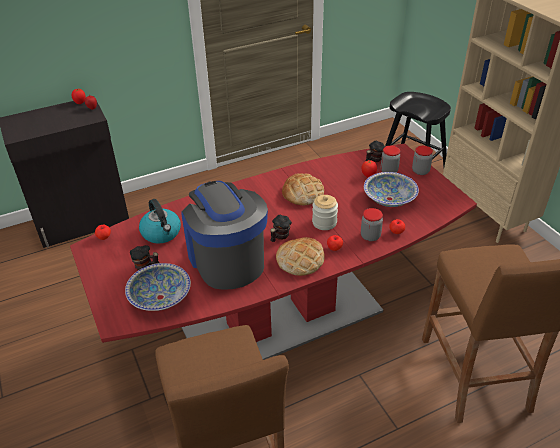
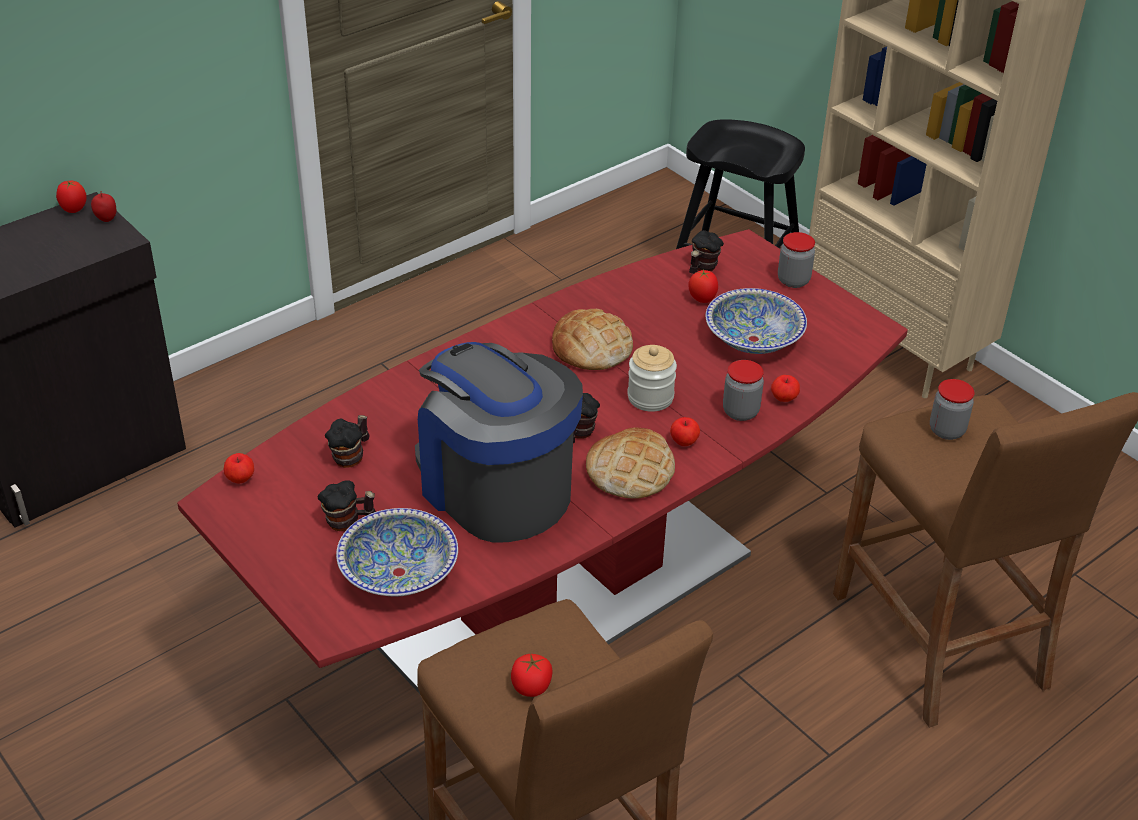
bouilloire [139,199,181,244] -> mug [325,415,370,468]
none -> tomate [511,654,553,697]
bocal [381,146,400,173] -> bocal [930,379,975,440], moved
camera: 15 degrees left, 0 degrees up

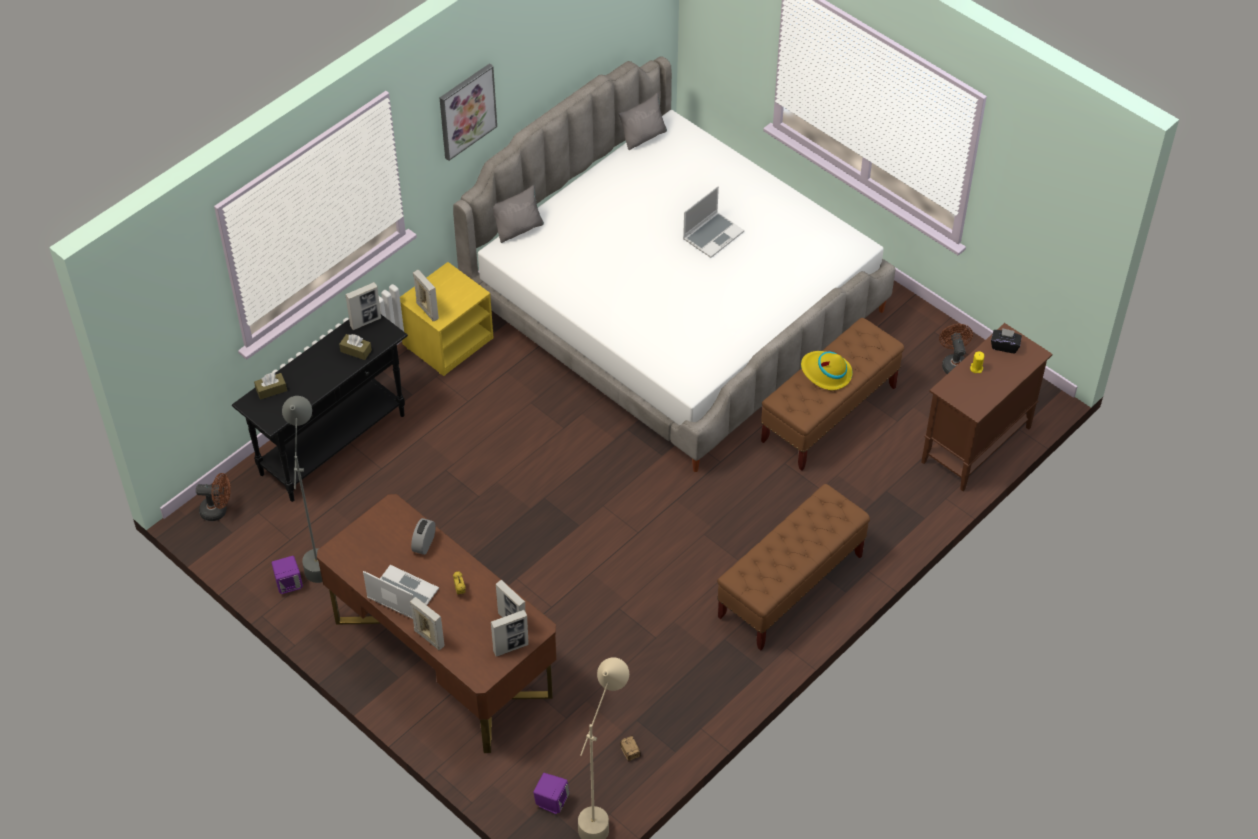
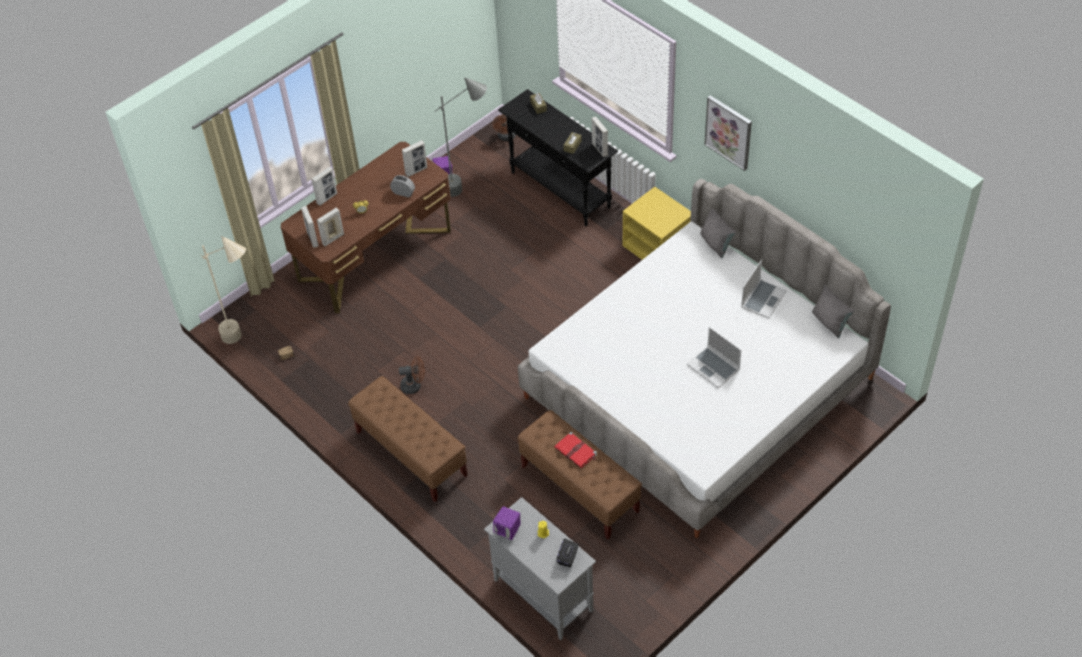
ventilateur (marron) [939,324,973,374] -> ventilateur (marron) [399,356,425,394], moved
cadre photo [413,270,439,321] -> cadre photo [402,140,427,177], moved
meuble de rangement (marron) [921,323,1052,491] -> meuble de rangement (gris) [484,497,596,640]
enceinte (violet) [533,773,570,814] -> enceinte (violet) [493,506,520,540], moved
chapeau (jaune) [801,351,852,390] -> livre (rouge) [554,432,597,468]
ordinateur portable [363,565,439,619] -> ordinateur portable [741,259,787,319], moved
camera: 95 degrees right, 0 degrees up

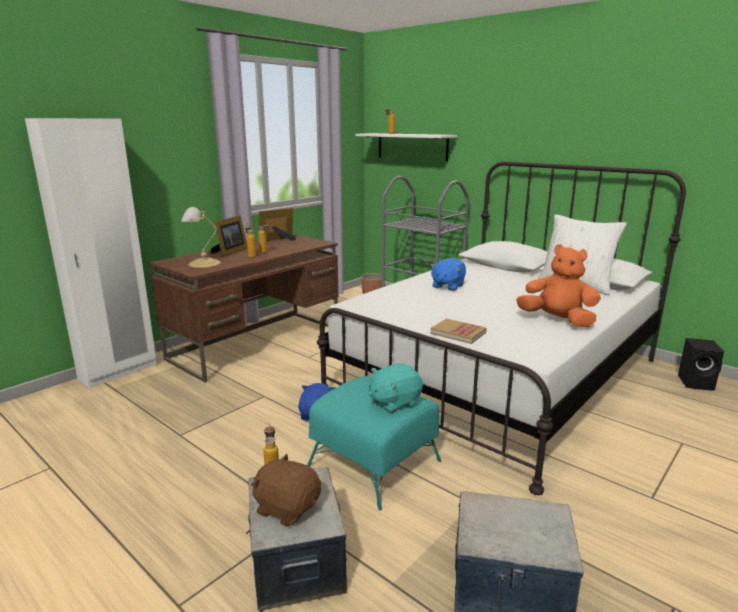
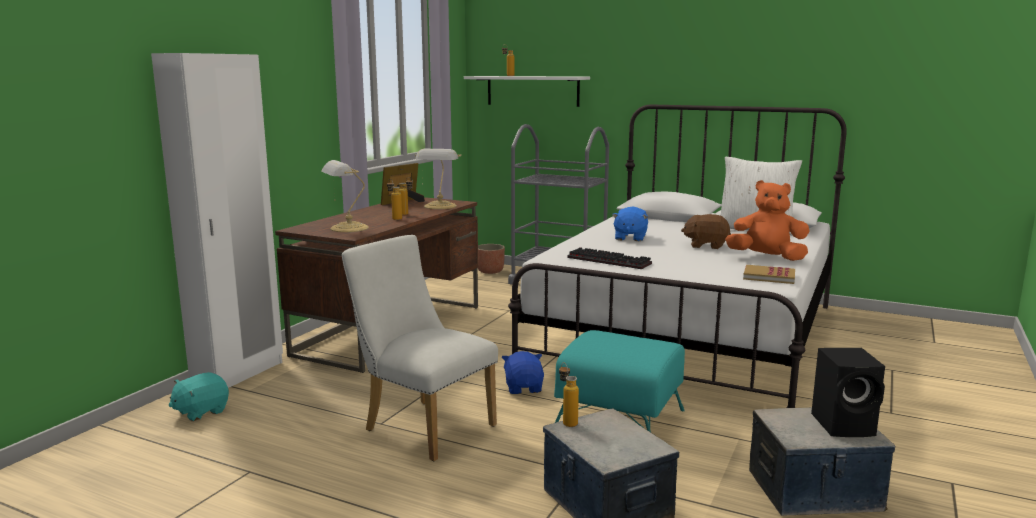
peluche (turquoise) [369,364,423,413] -> peluche (turquoise) [168,372,229,421], moved
none -> chaise (blanc) [341,235,498,461]
none -> lampe de table [415,149,462,209]
none -> clavier [567,247,652,269]
peluche (marron) [251,454,321,527] -> peluche (marron) [681,214,731,249], moved
livre [430,318,487,344] -> livre [743,265,795,284], moved
enceinte (noir) [678,338,724,390] -> enceinte (noir) [811,348,885,437], moved
cadre photo [211,215,247,257] -> none
camera: 15 degrees left, 5 degrees down

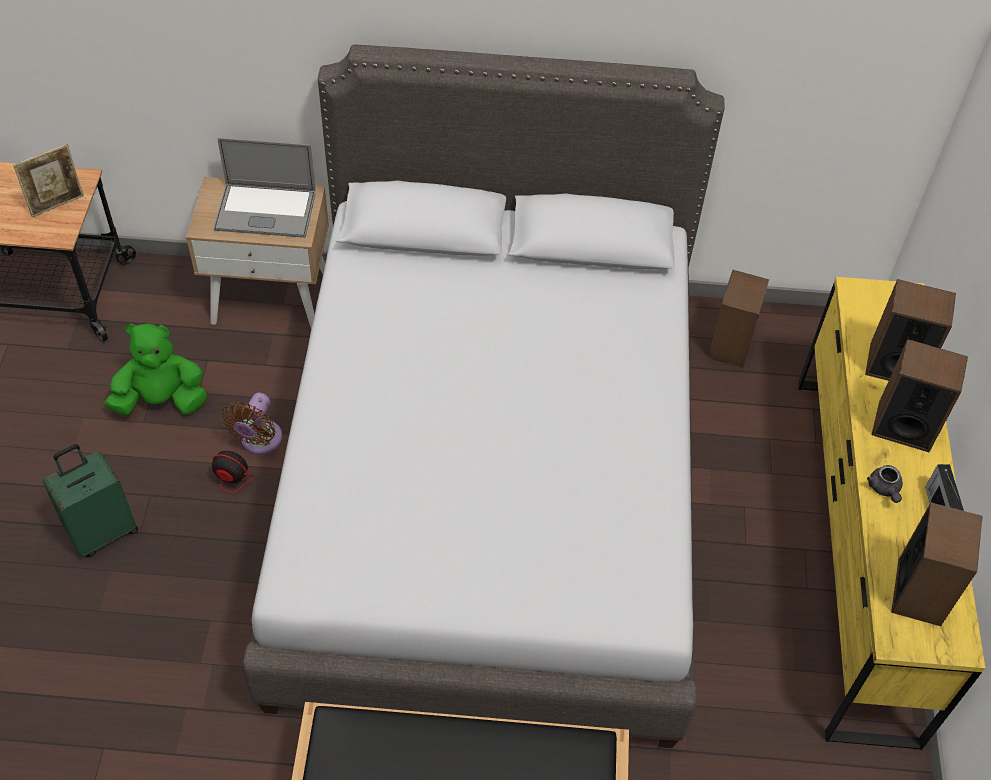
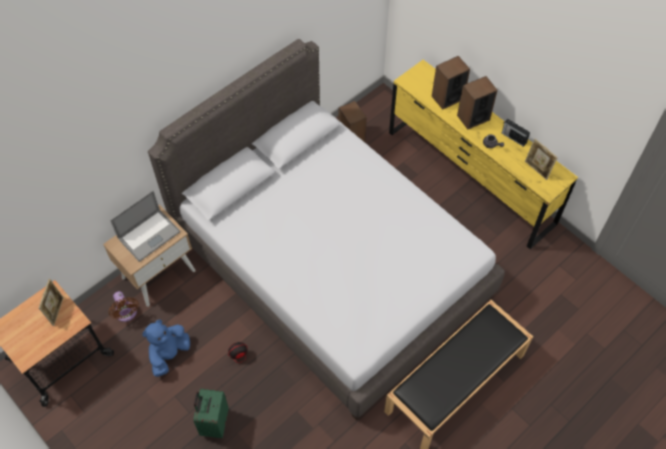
ventilateur (marron) [221,393,283,455] -> ventilateur (marron) [109,291,139,322], moved
peluche (vert) [105,324,207,415] -> peluche (bleu) [142,319,190,377]
enceinte [891,502,983,626] -> cadre photo [525,139,558,180]
camera: 45 degrees left, 5 degrees up

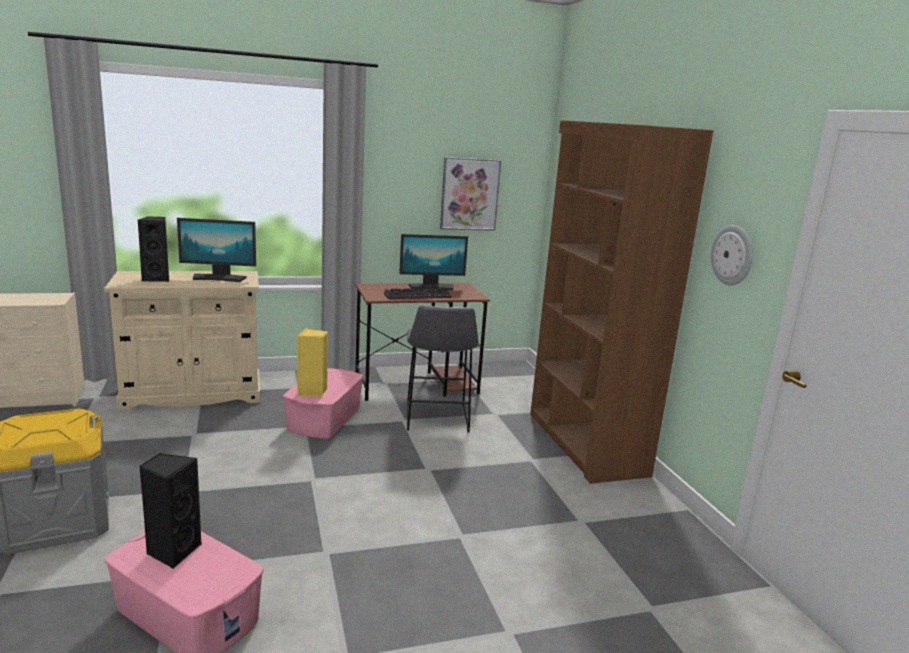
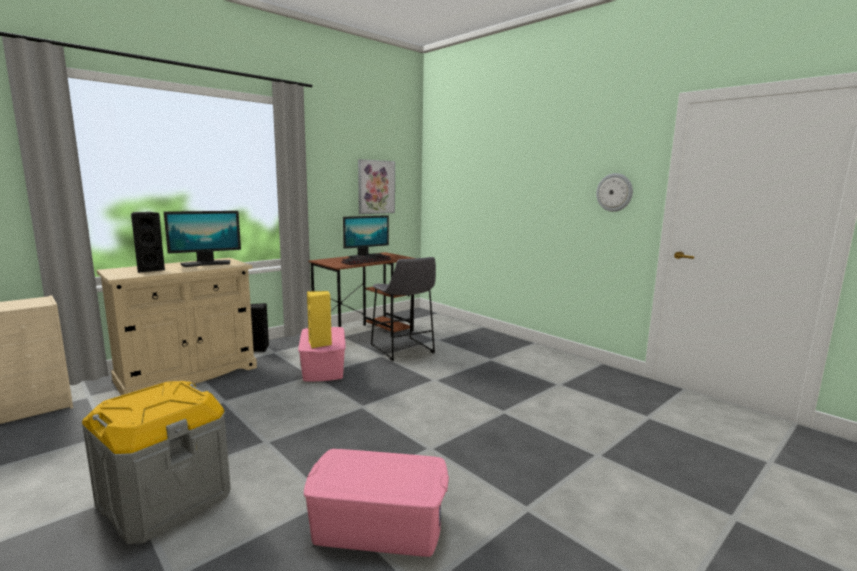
enceinte (noir) [139,453,202,569] -> enceinte (noir) [251,303,269,352], moved
bibliothèque (marron) [530,120,714,484] -> none
camera: 25 degrees left, 5 degrees down

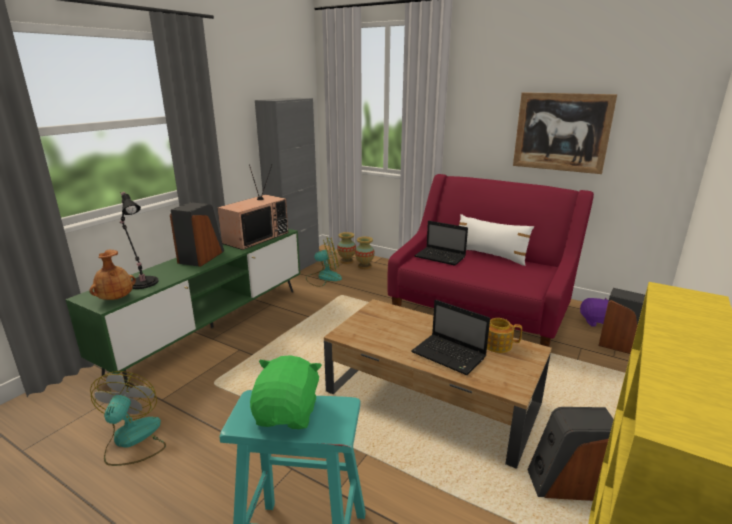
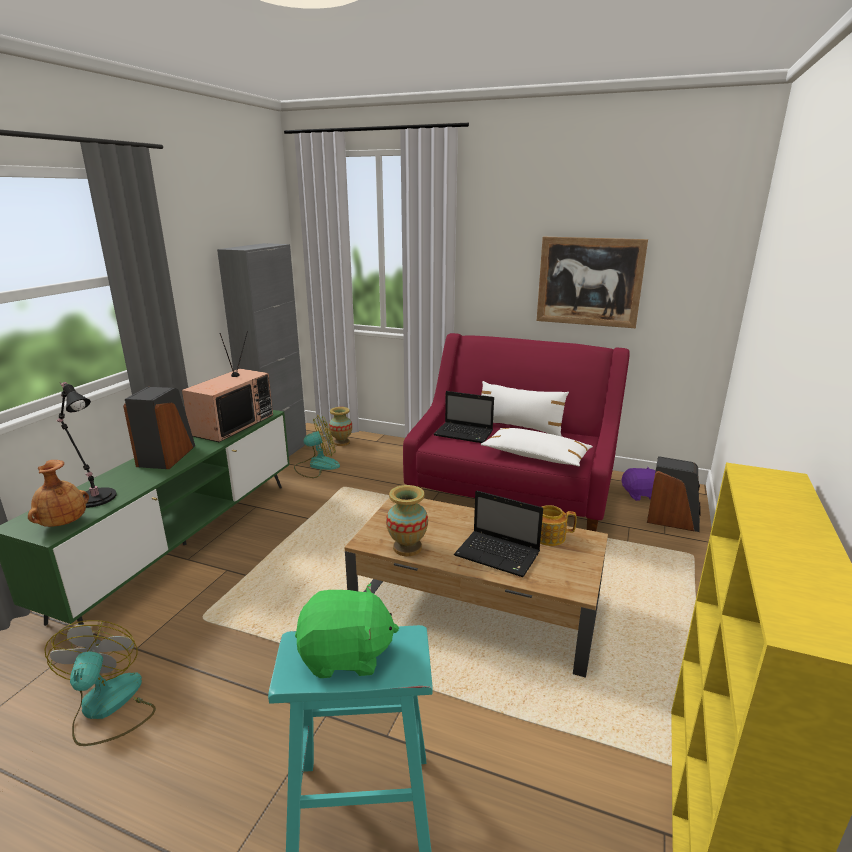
peluche (vert) [250,355,322,429] -> peluche (vert) [295,583,399,678], 90 degrees clockwise
vase [355,237,374,269] -> vase [386,485,428,556], moved
none -> coussin (blanc) [481,428,593,466]
enceinte [527,407,614,501] -> none
camera: 10 degrees left, 0 degrees up

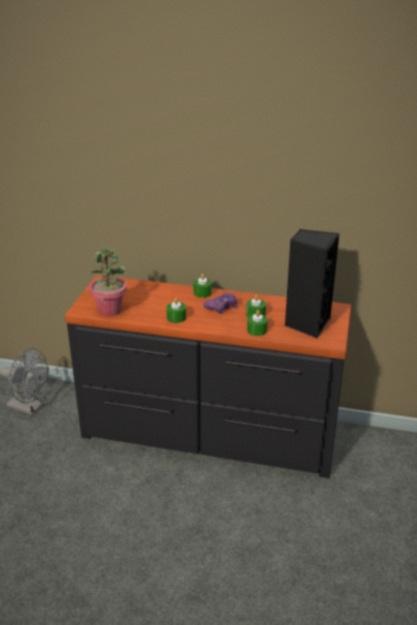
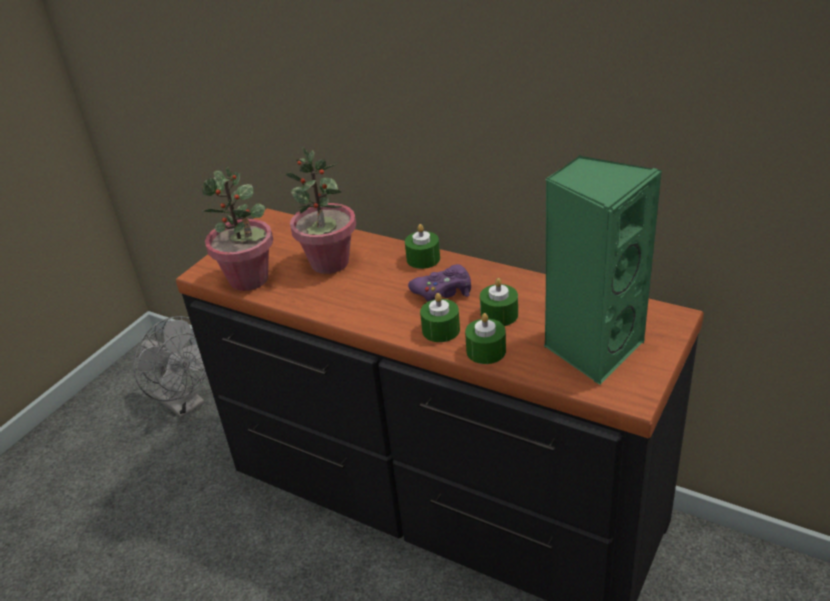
none -> plante en pot [285,147,356,274]
bougie (vert) [167,298,186,323] -> bougie (vert) [420,293,460,342], moved
enceinte (noir) [285,229,339,338] -> enceinte (vert) [544,155,662,385]
camera: 20 degrees right, 5 degrees up

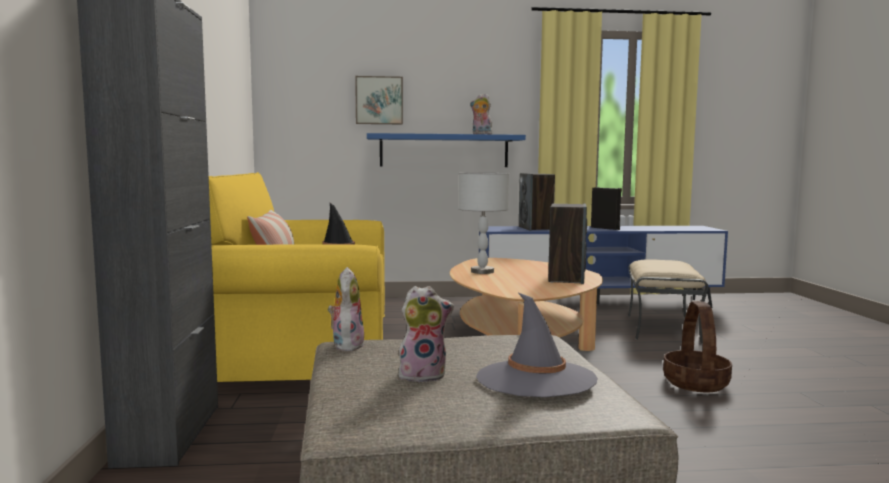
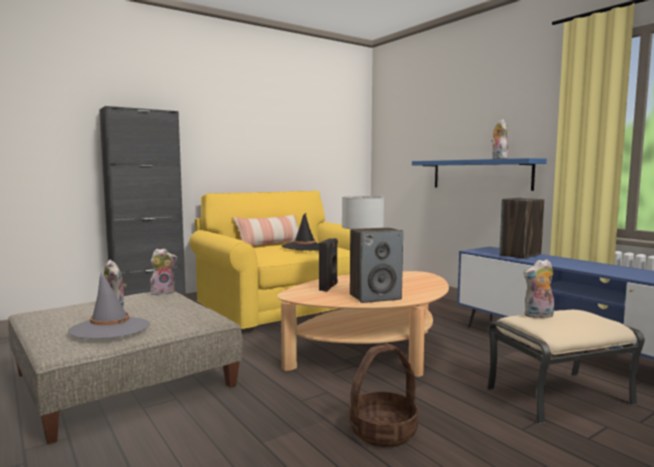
enceinte (noir) [591,187,622,230] -> enceinte (noir) [319,238,338,292], moved
none -> peluche [523,259,554,318]
tableau [355,76,403,124] -> none
camera: 60 degrees right, 0 degrees up

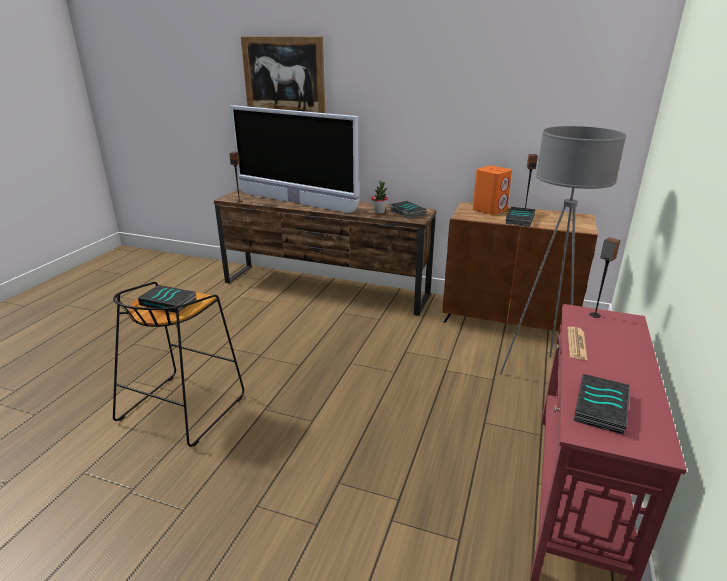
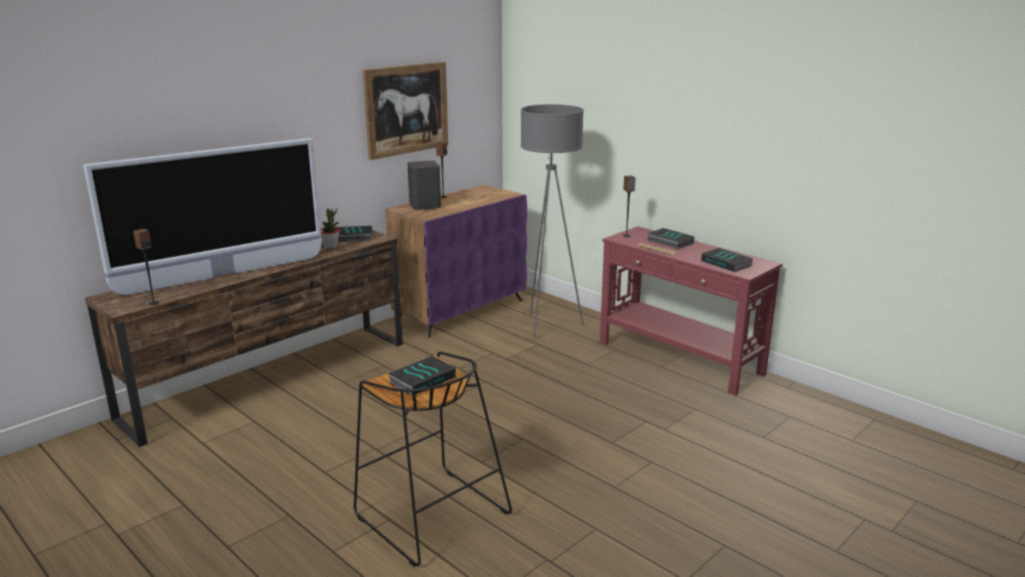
tableau [241,36,325,113] -> tableau [363,62,448,160], moved
meuble de rangement (marron) [443,202,598,332] -> meuble de rangement (violet) [385,185,527,337]
enceinte (orange) [473,166,512,215] -> enceinte (gris) [407,161,441,210]
livre [505,207,535,227] -> livre [647,228,695,249], moved
camera: 65 degrees left, 5 degrees down

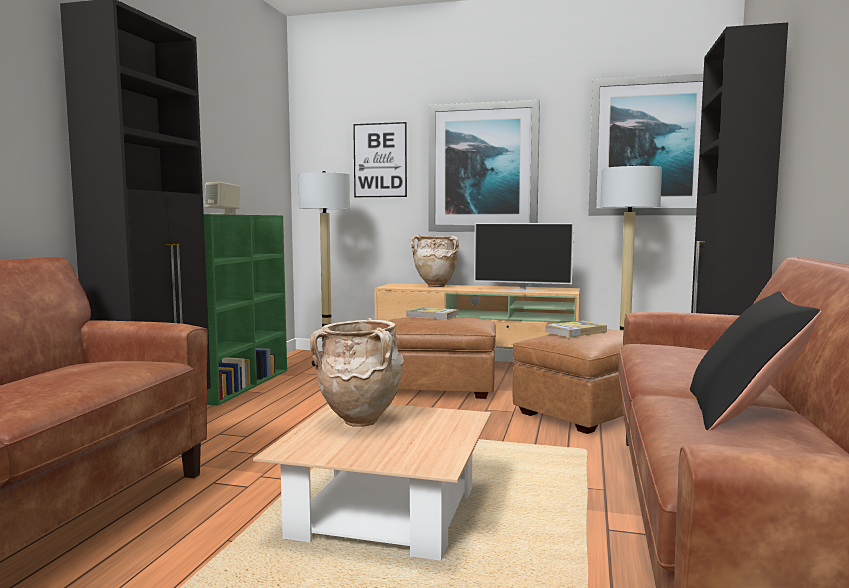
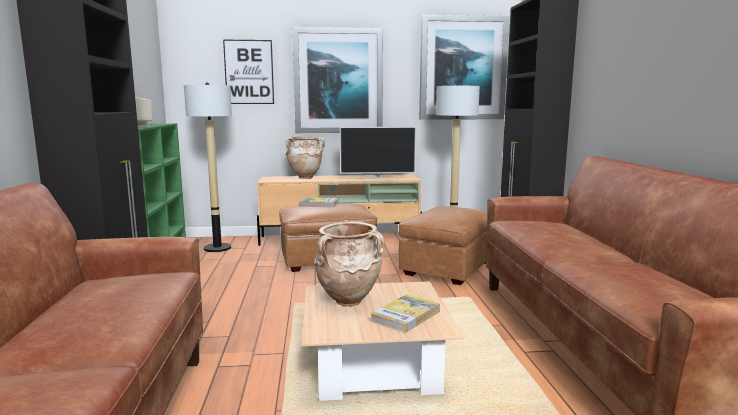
livre [545,321,607,337] -> livre [370,294,440,333], moved
coussin (noir) [690,291,821,430] -> none
camera: 20 degrees left, 5 degrees up

